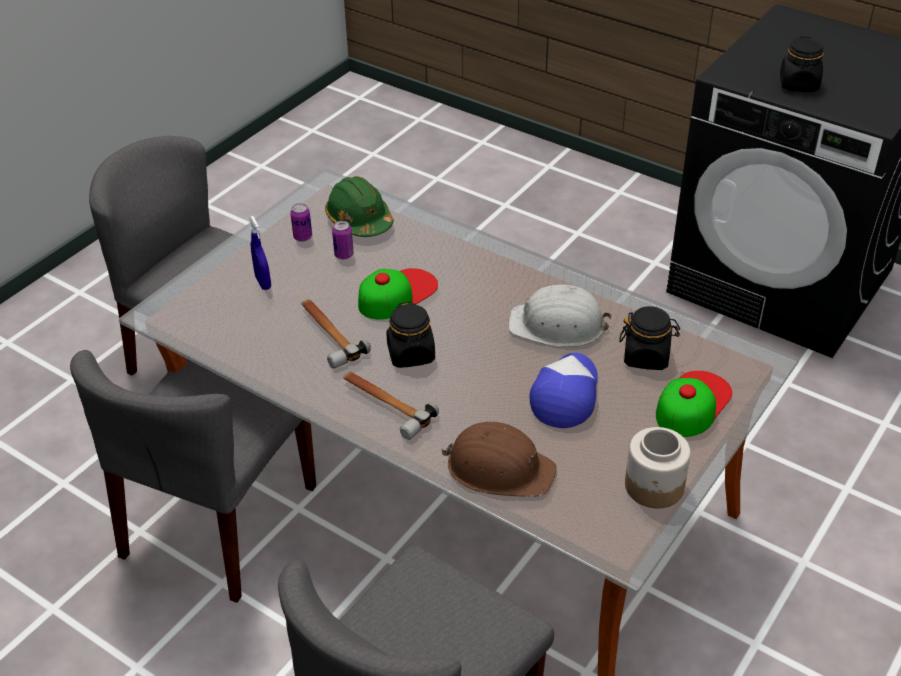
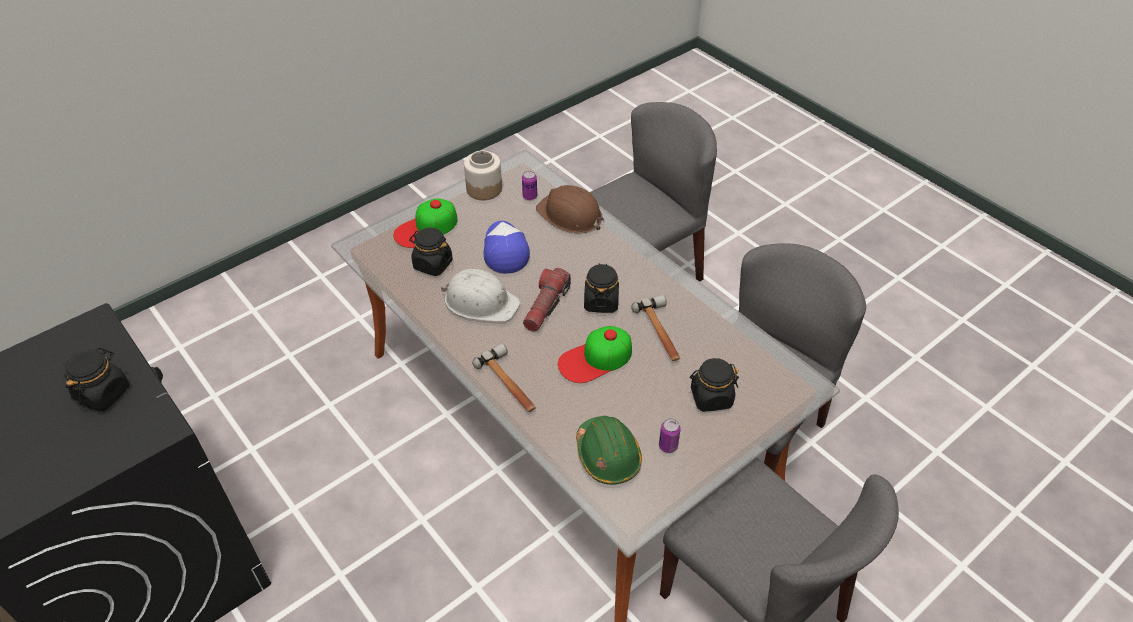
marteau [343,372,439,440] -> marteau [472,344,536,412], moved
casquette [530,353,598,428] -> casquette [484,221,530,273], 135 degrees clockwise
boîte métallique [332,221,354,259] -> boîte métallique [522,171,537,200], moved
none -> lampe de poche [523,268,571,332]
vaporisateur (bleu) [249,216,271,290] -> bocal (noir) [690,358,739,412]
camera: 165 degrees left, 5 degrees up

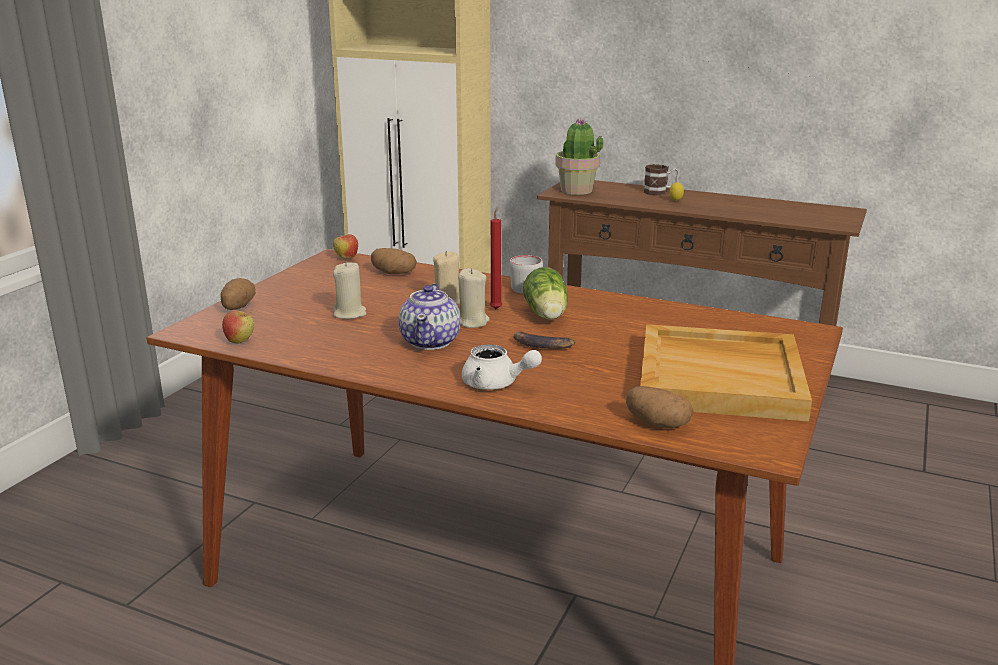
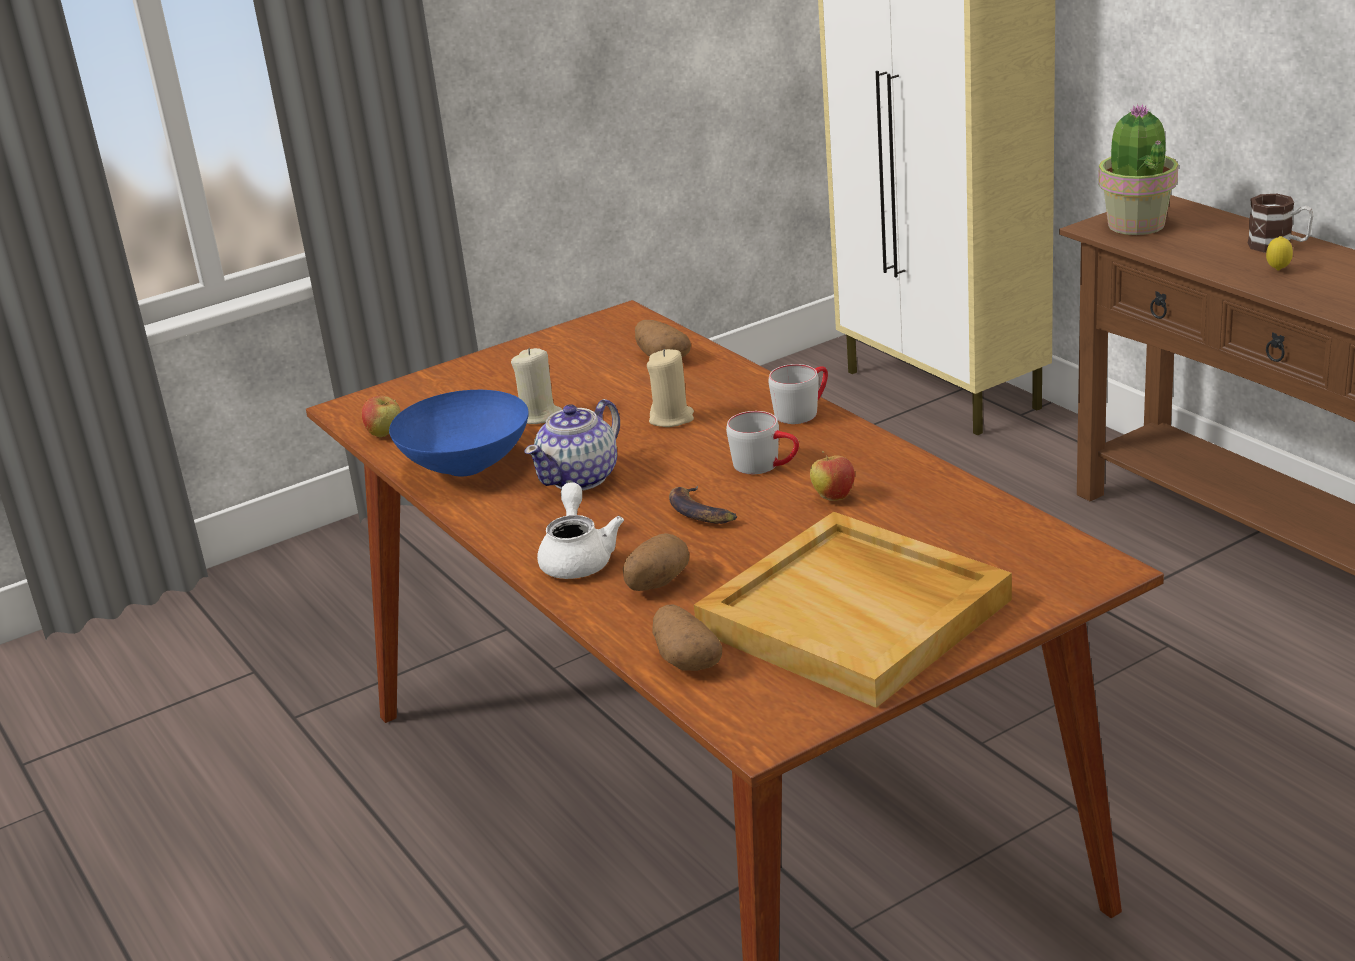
none -> bol (bleu) [389,390,529,477]
théière (blanc) [462,344,542,390] -> théière (blanc) [537,483,624,579], 150 degrees counterclockwise
pomme de terre [221,278,255,310] -> pomme de terre [623,533,689,591], moved
laitue [523,267,568,320] -> mug (gris) [726,411,799,474]
pomme [333,233,358,259] -> pomme [810,451,855,501], moved
bougie (beige) [458,268,490,328] -> none
bougie (rouge) [490,207,502,309] -> none
camera: 35 degrees right, 5 degrees up

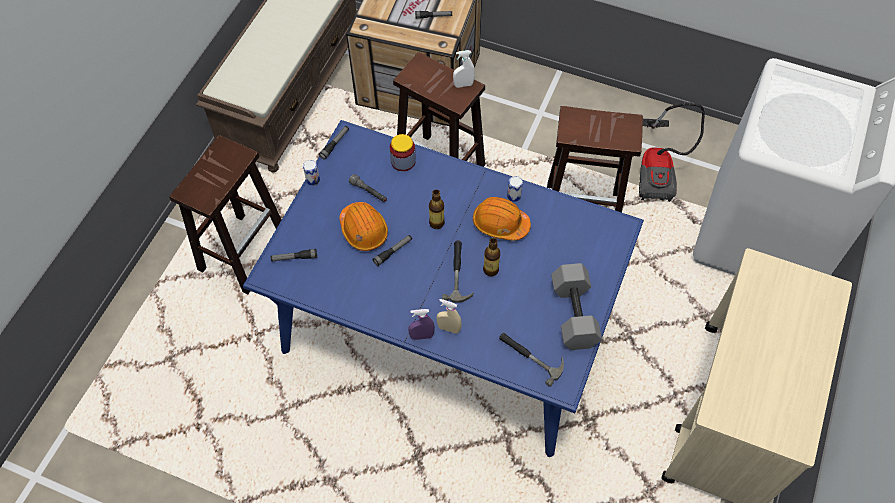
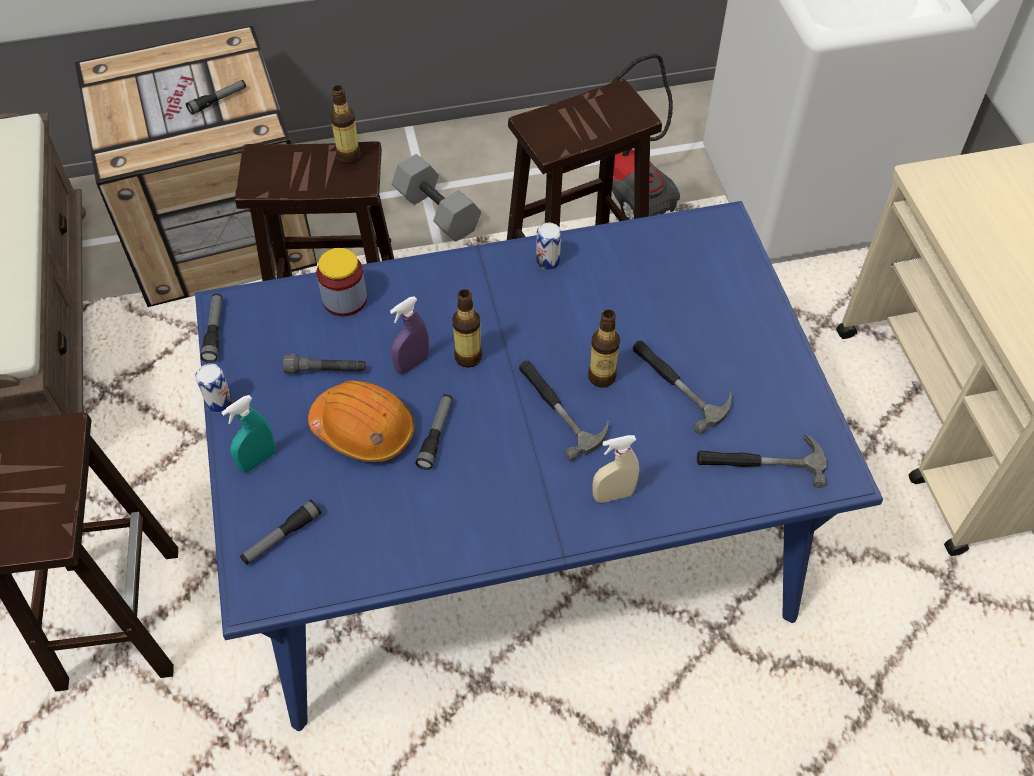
none -> vaporisateur (turquoise) [221,395,275,472]
vaporisateur (blanc) [453,50,475,88] -> bouteille [330,85,360,163]
vaporisateur (violet) [408,309,435,340] -> vaporisateur (violet) [390,296,429,374], moved
haltère (gris) [551,263,602,350] -> haltère (gris) [392,154,481,242], moved
none -> marteau [633,340,731,434]
casque de chantier (orange) [473,197,531,241] -> none
camera: 35 degrees left, 5 degrees down

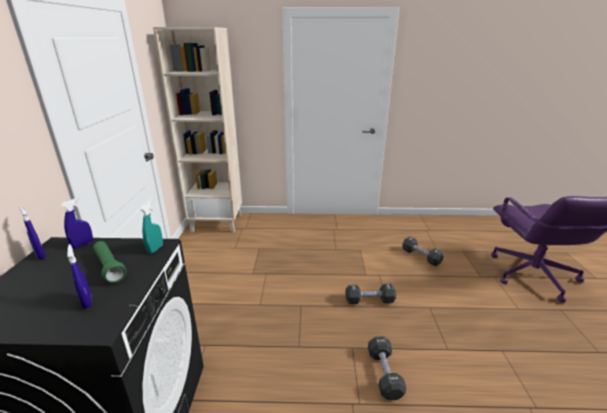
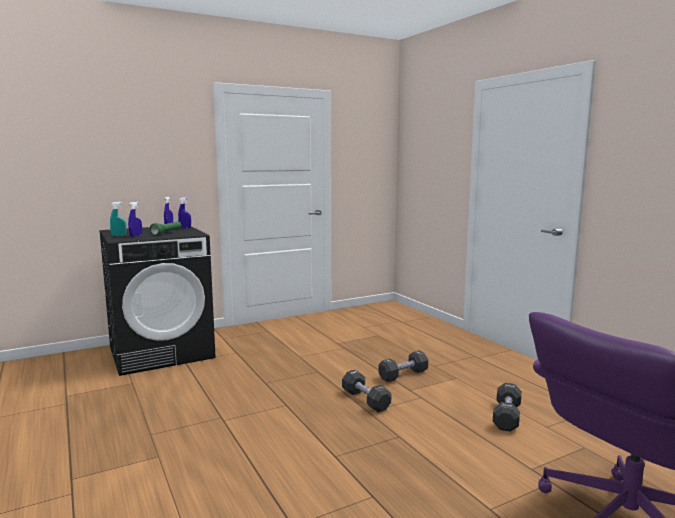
vaporisateur (turquoise) [140,201,163,254] -> vaporisateur (turquoise) [110,202,126,236], moved
haltère (noir) [368,336,407,400] -> haltère (noir) [378,350,428,382], moved
bibliothèque (beige) [153,27,242,233] -> none
camera: 60 degrees right, 15 degrees down

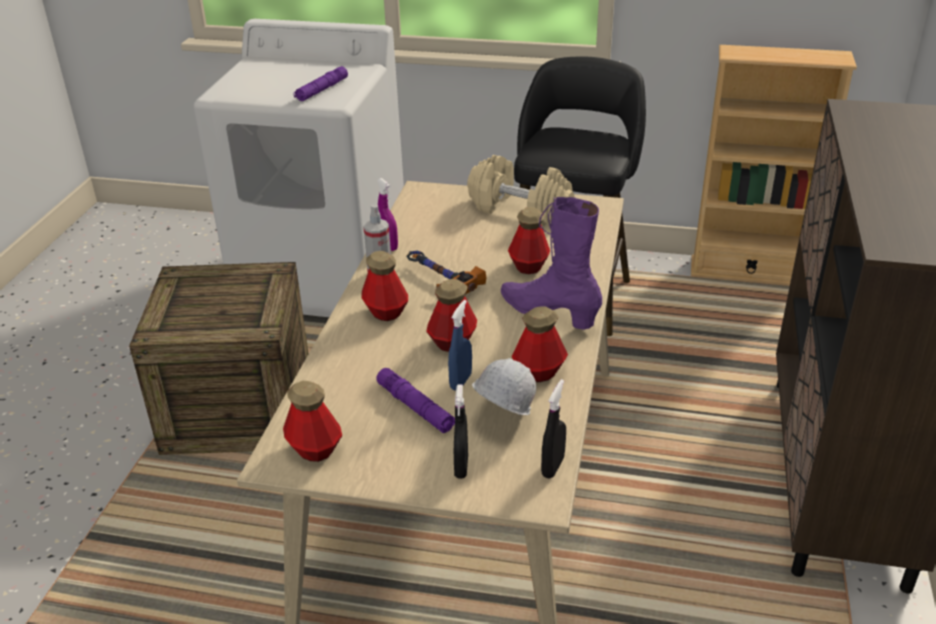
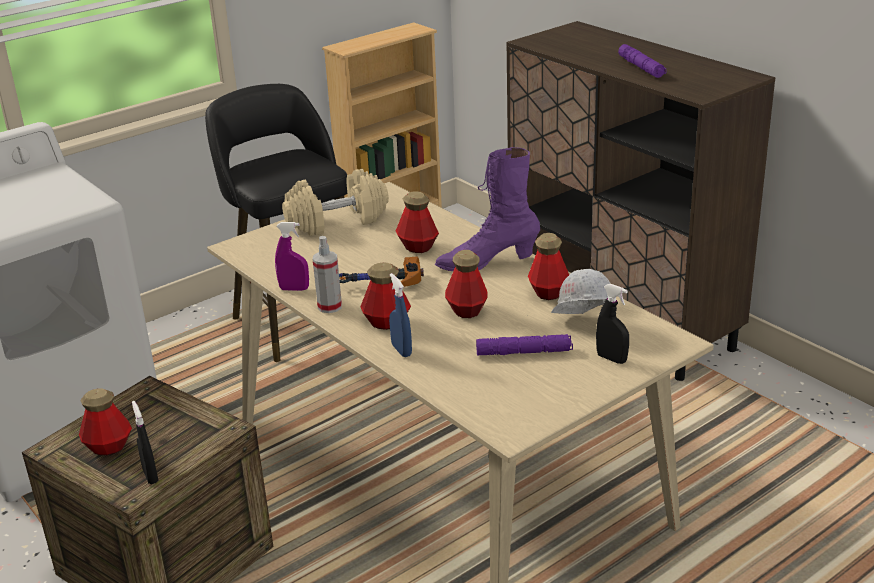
bouteille [283,381,342,462] -> bouteille [79,389,132,455], moved
vaporisateur (noir) [541,379,566,479] -> vaporisateur (noir) [132,401,158,484], moved
vaporisateur (bleu) [448,300,472,391] -> vaporisateur (bleu) [389,273,412,357], moved
lampe de poche (violet) [293,66,348,101] -> lampe de poche (violet) [618,44,667,78], moved
camera: 50 degrees left, 5 degrees down

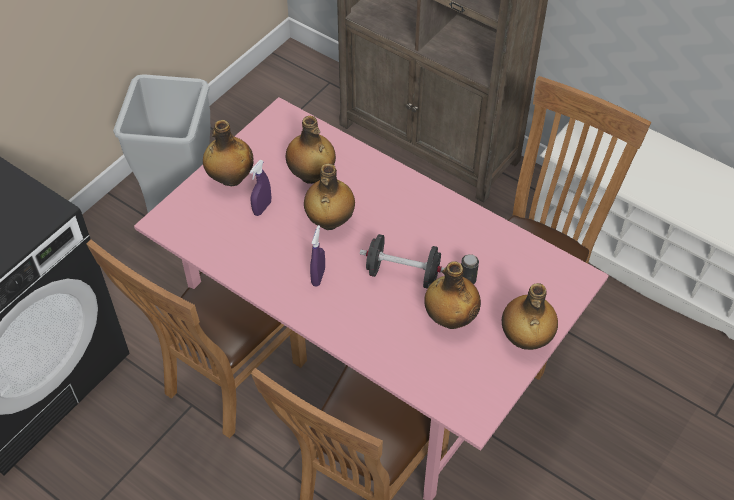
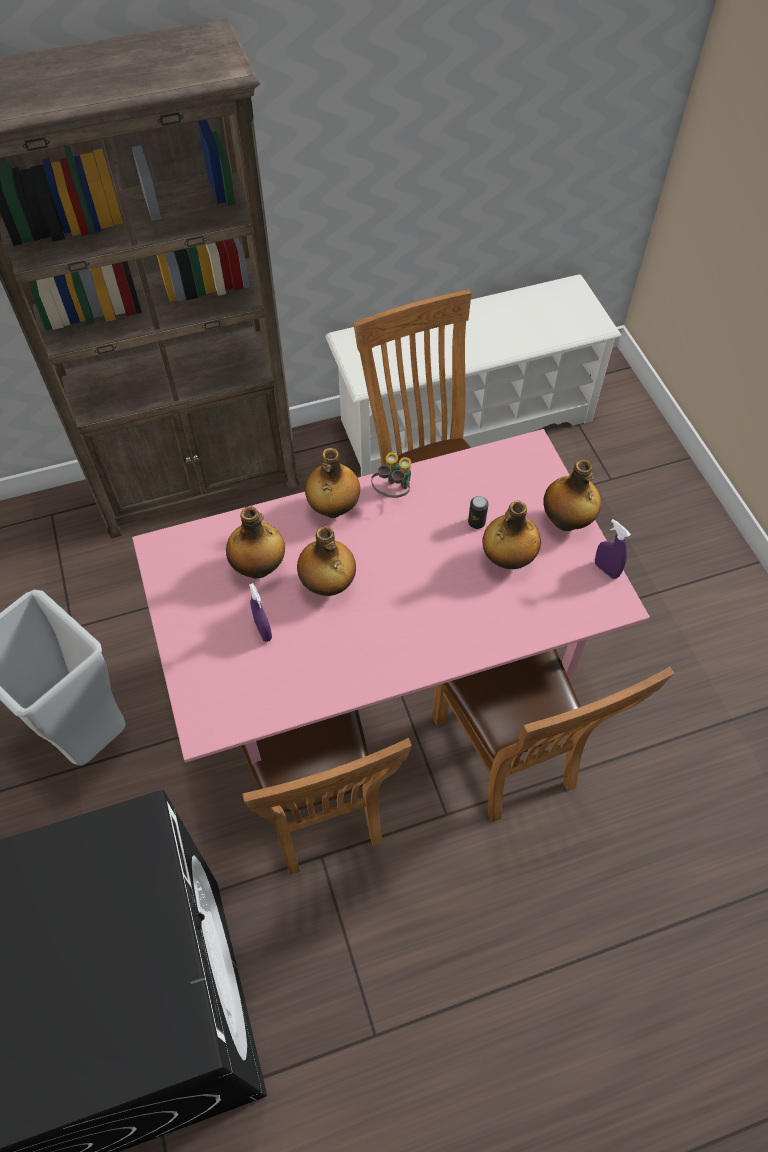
bouteille [203,120,254,186] -> bouteille [305,448,360,518], moved
none -> jumelles [371,452,411,498]
vaporisateur (violet) [310,225,325,287] -> vaporisateur (violet) [595,519,631,579], moved
haltère (noir) [360,234,445,289] -> none
camera: 55 degrees left, 5 degrees up

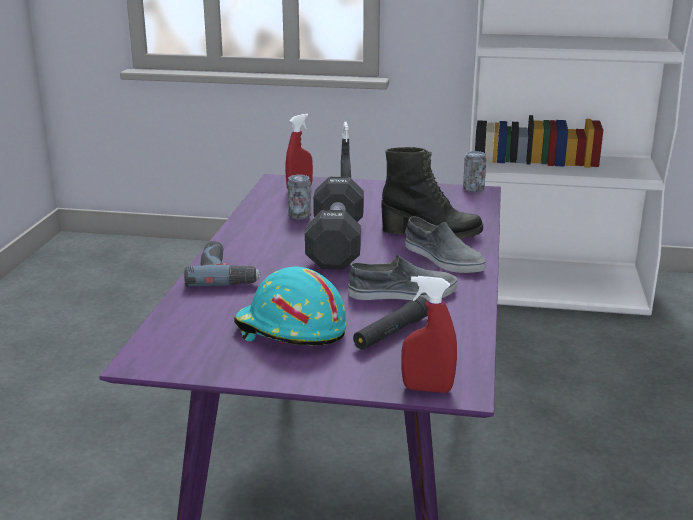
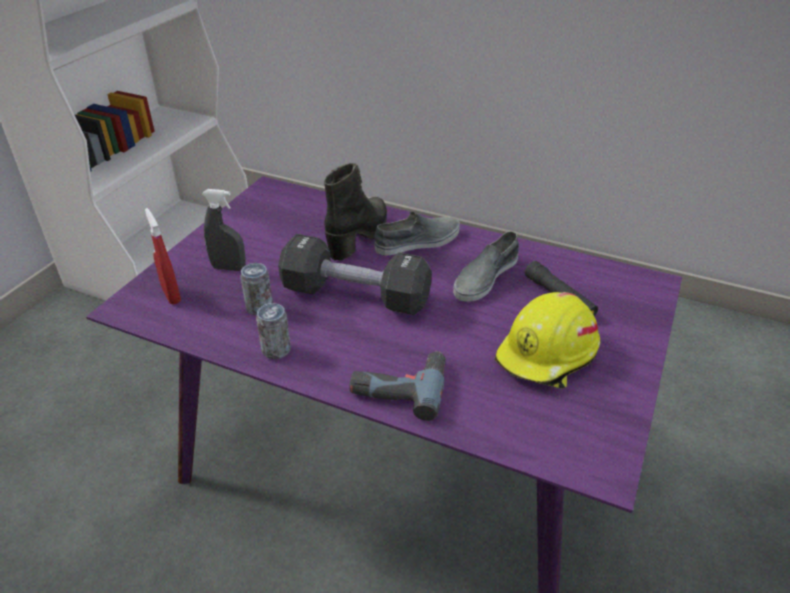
boîte métallique [463,151,486,192] -> boîte métallique [256,303,291,359], moved
chaussure (gris) [348,255,457,301] -> chaussure (gris) [453,231,519,302], 150 degrees counterclockwise
casque de chantier (turquoise) [234,266,347,345] -> casque de chantier (jaune) [495,292,600,389]
vaporisateur (rouge) [401,276,457,393] -> none
camera: 75 degrees left, 15 degrees up

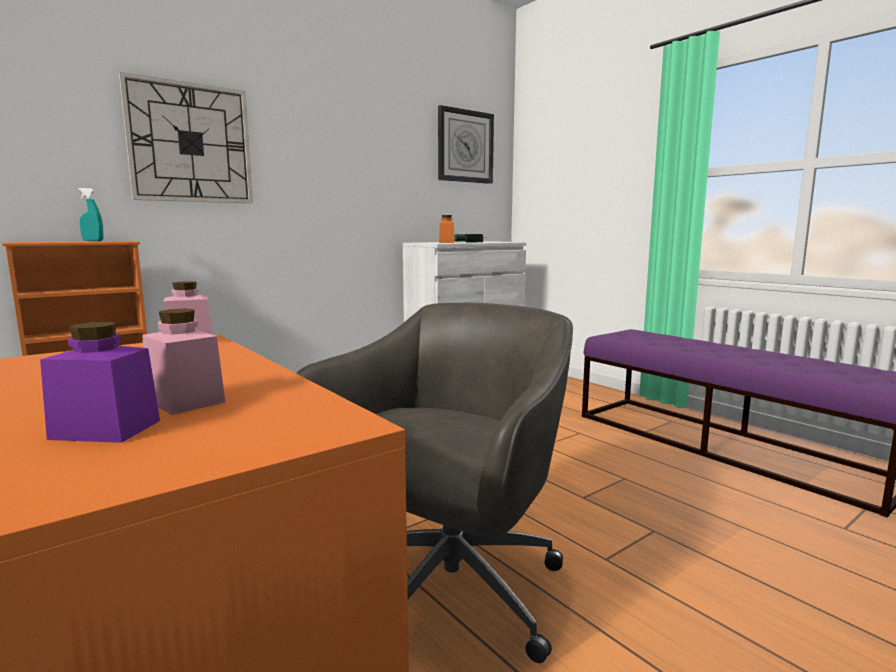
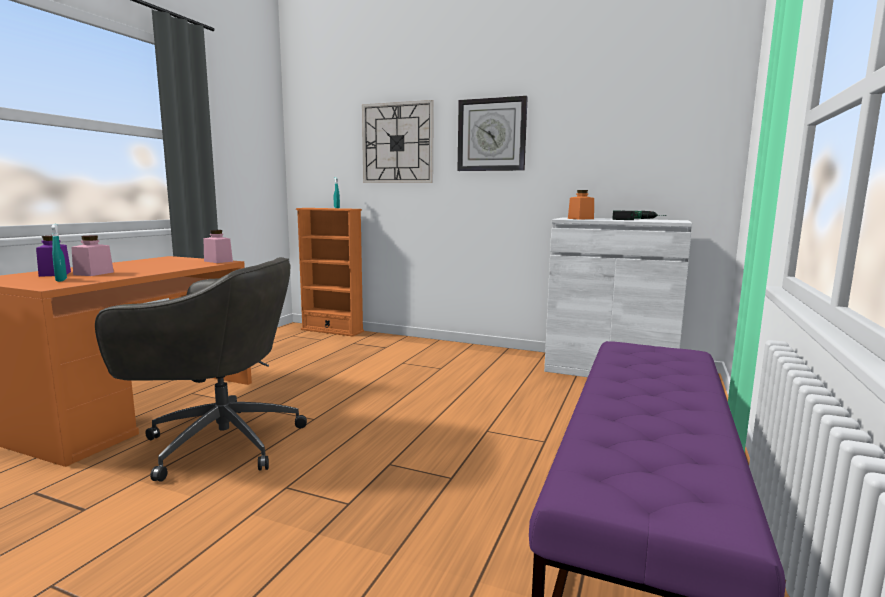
none -> vaporisateur (turquoise) [51,224,67,282]
horloge murale [438,105,494,184] -> horloge murale [458,96,528,171], moved
camera: 60 degrees right, 0 degrees up

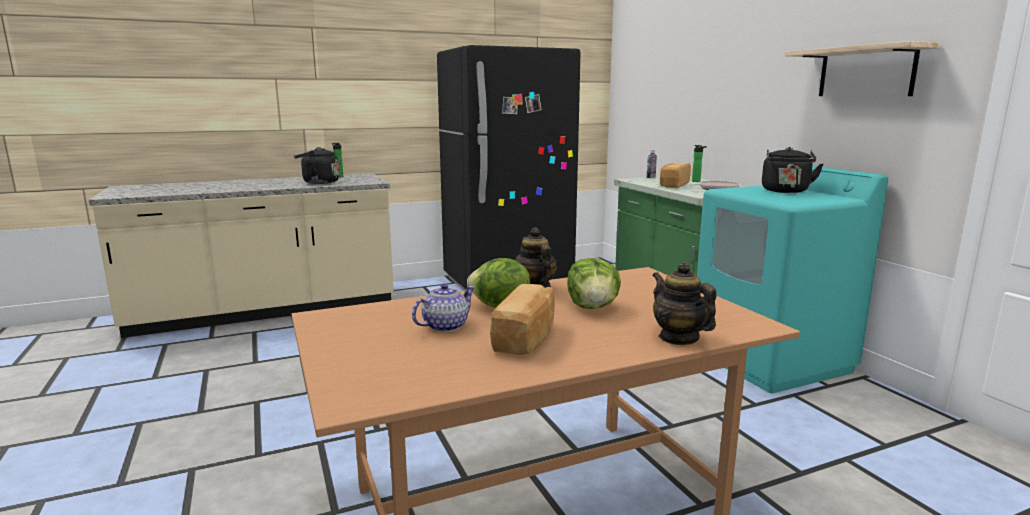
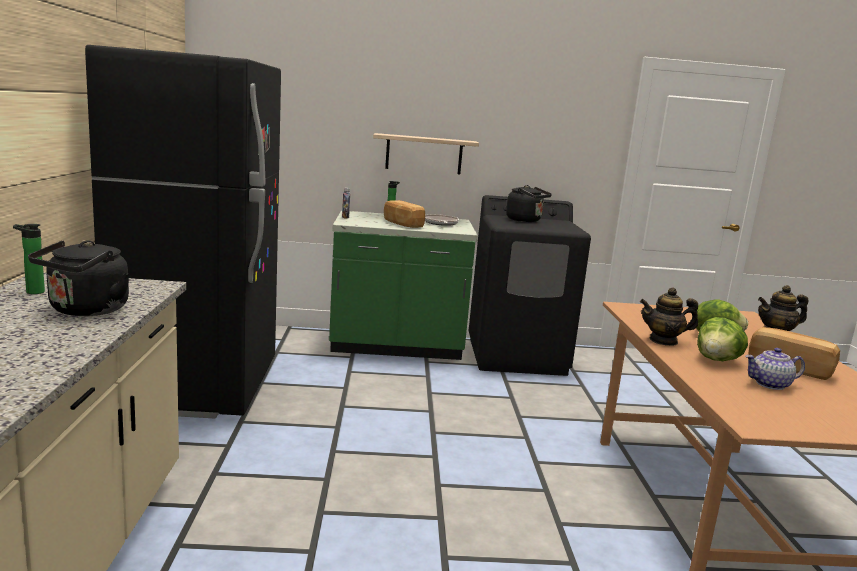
étagère [784,41,940,96] -> étagère [373,133,479,174], moved
lave-linge (turquoise) [697,166,888,393] -> lave-linge (noir) [469,195,591,376]
théière [412,283,475,332] -> théière [745,348,805,390], 75 degrees counterclockwise
camera: 70 degrees left, 0 degrees up

